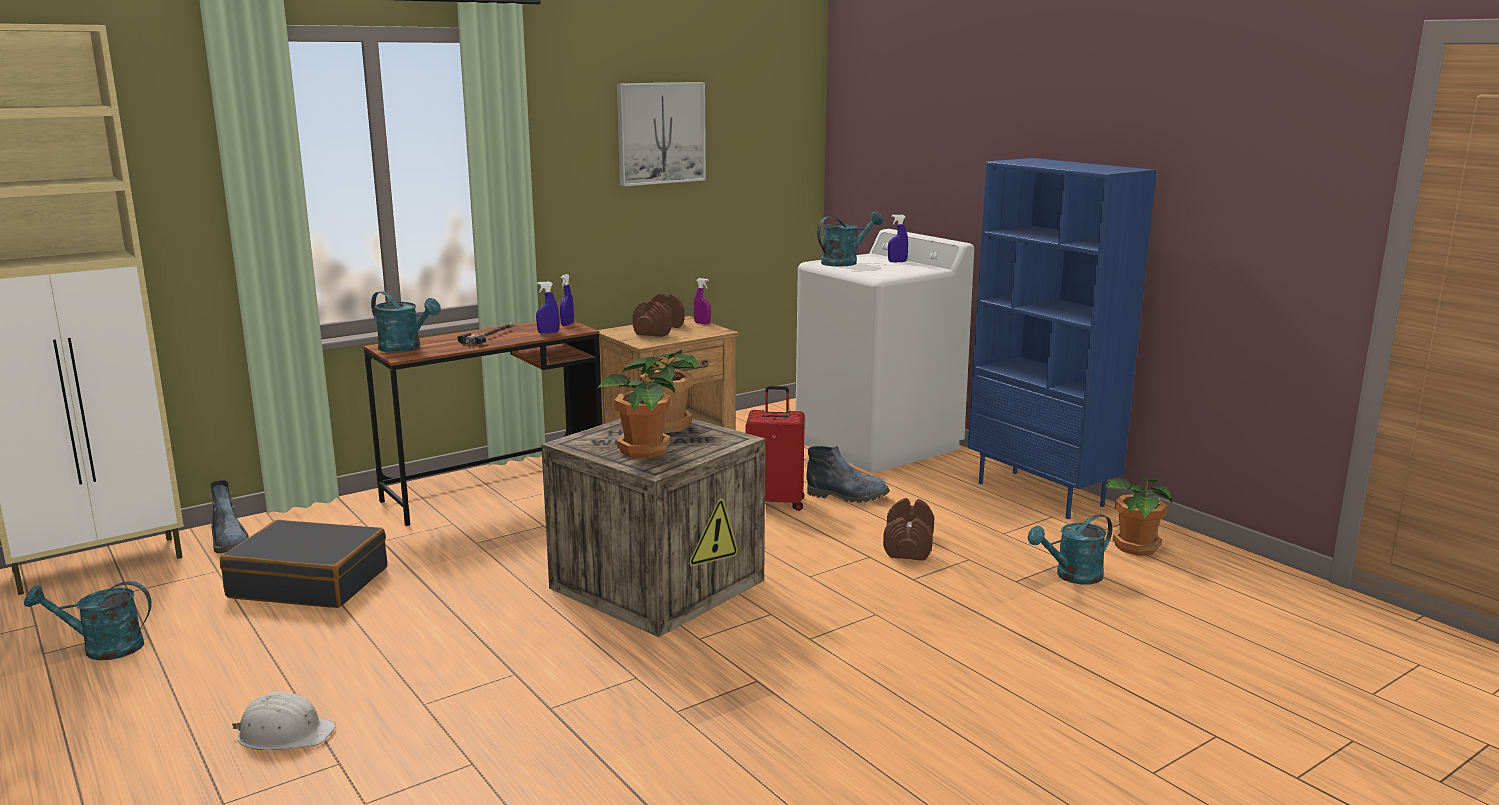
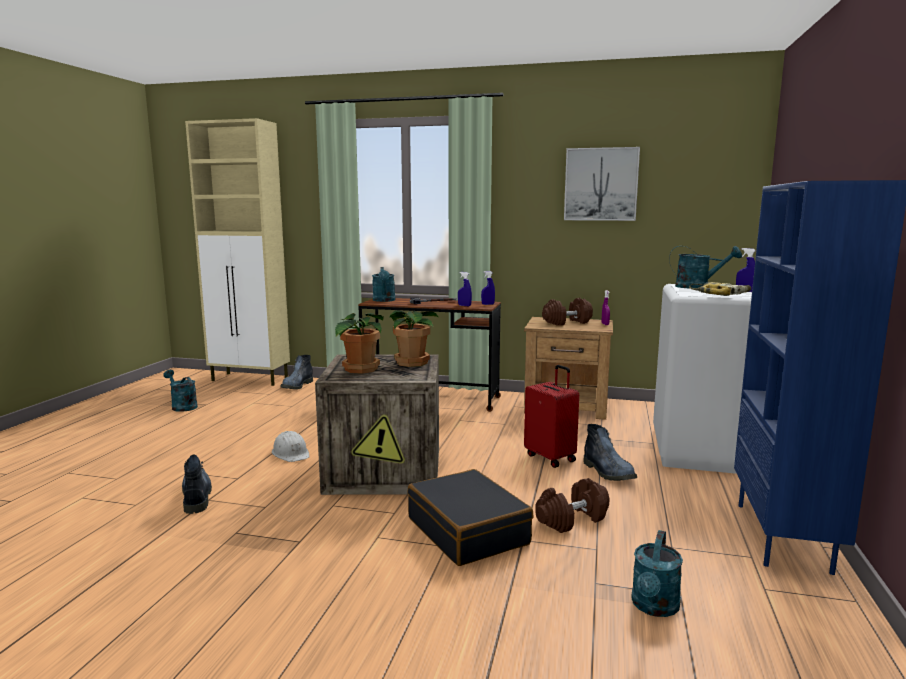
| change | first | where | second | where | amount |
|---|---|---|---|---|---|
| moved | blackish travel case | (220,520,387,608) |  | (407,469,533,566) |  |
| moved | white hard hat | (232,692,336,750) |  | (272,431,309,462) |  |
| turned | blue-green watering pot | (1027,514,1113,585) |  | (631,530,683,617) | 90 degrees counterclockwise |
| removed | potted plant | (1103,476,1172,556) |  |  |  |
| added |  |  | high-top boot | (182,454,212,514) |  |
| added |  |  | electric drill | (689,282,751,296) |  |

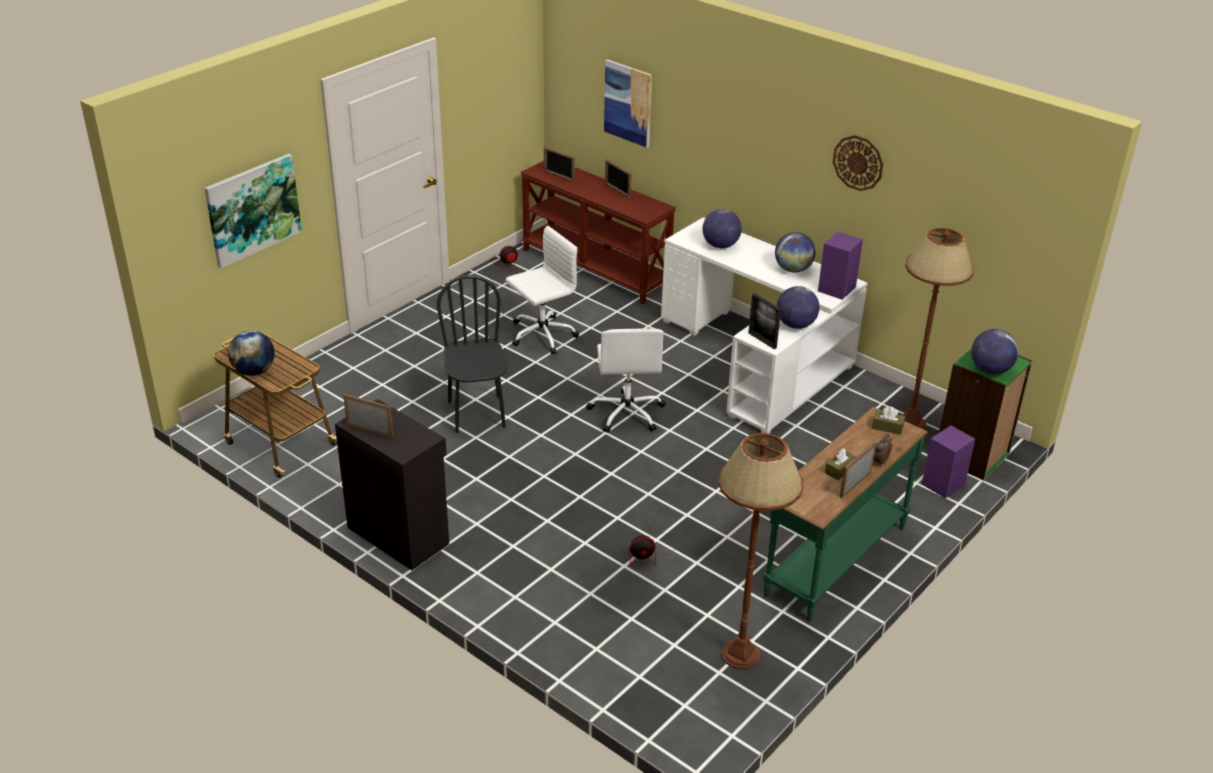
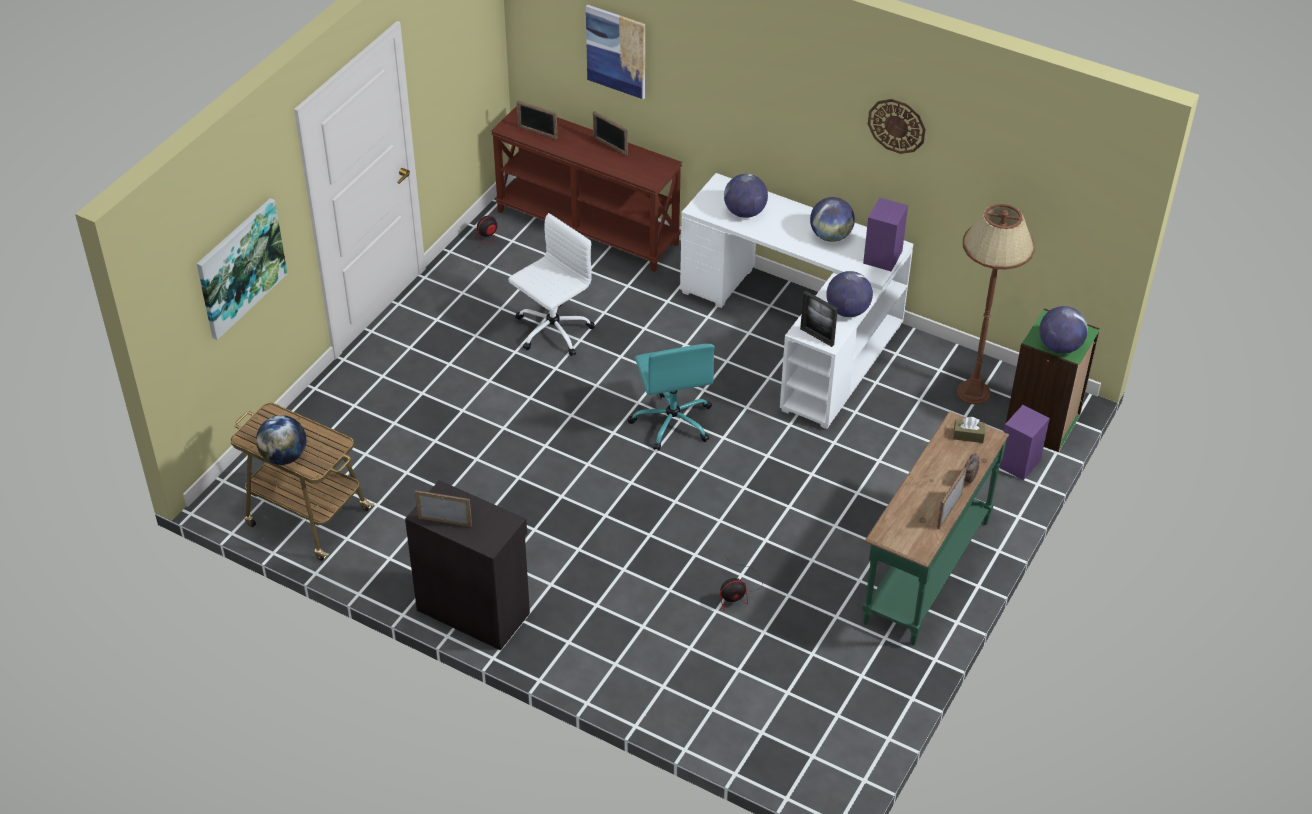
| change | first | where | second | where | amount |
|---|---|---|---|---|---|
| removed | blackish upright chair | (437,275,508,433) |  |  |  |
| recoloured | white desk chair | (587,328,665,433) | blue-green desk chair | (628,344,715,451) |  |
| removed | brown-coloured standard lamp | (718,433,804,669) |  |  |  |
| removed | brown-coloured tissue holder | (825,448,857,480) |  |  |  |

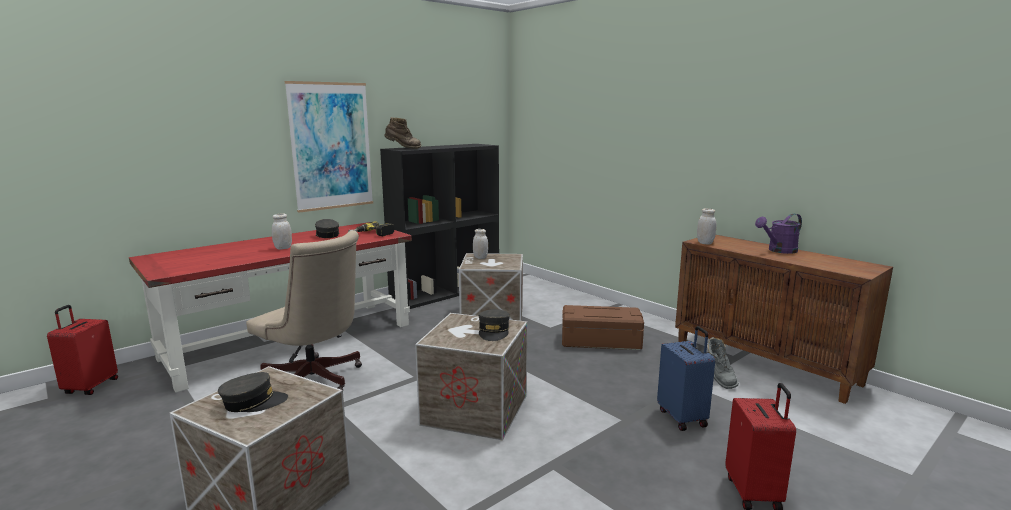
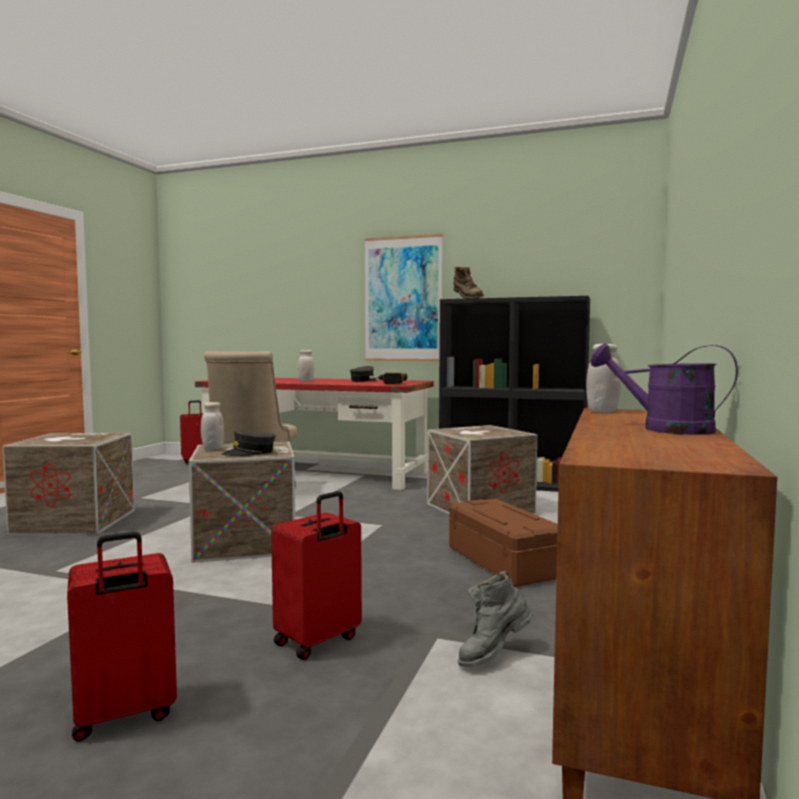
| change | first | where | second | where | amount |
|---|---|---|---|---|---|
| removed | grey cap | (218,372,288,412) |  |  |  |
| moved | white storage jar | (473,229,488,259) |  | (201,402,224,450) |  |
| recoloured | blue-coloured travel case | (657,326,715,431) | red-coloured travel case | (271,491,362,660) |  |

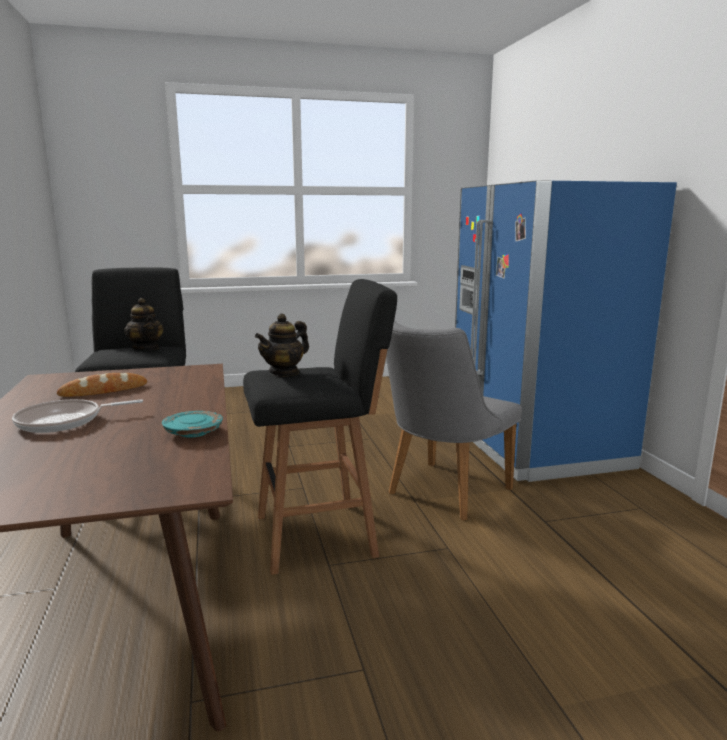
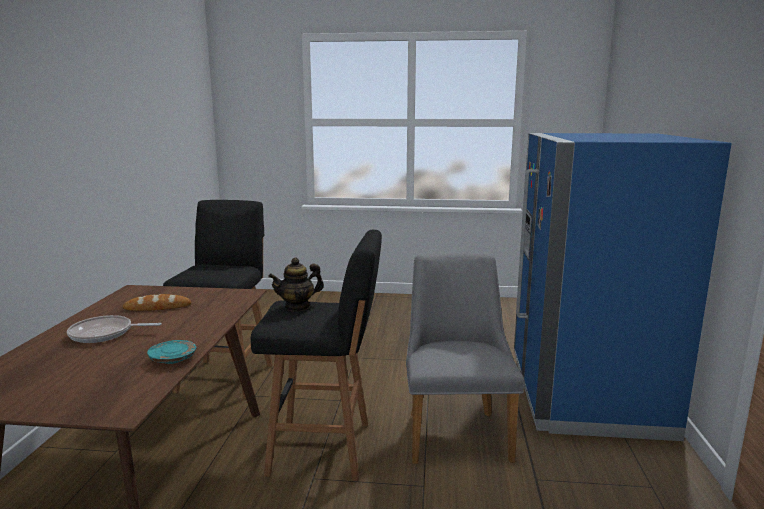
| change | first | where | second | where | amount |
|---|---|---|---|---|---|
| removed | pot for tea | (124,298,164,350) |  |  |  |
| turned | grey upright chair | (386,321,522,520) |  | (406,253,525,464) | 120 degrees clockwise |

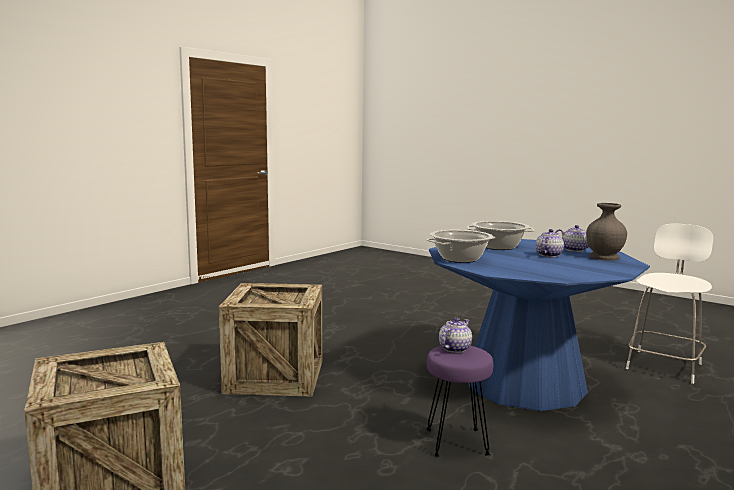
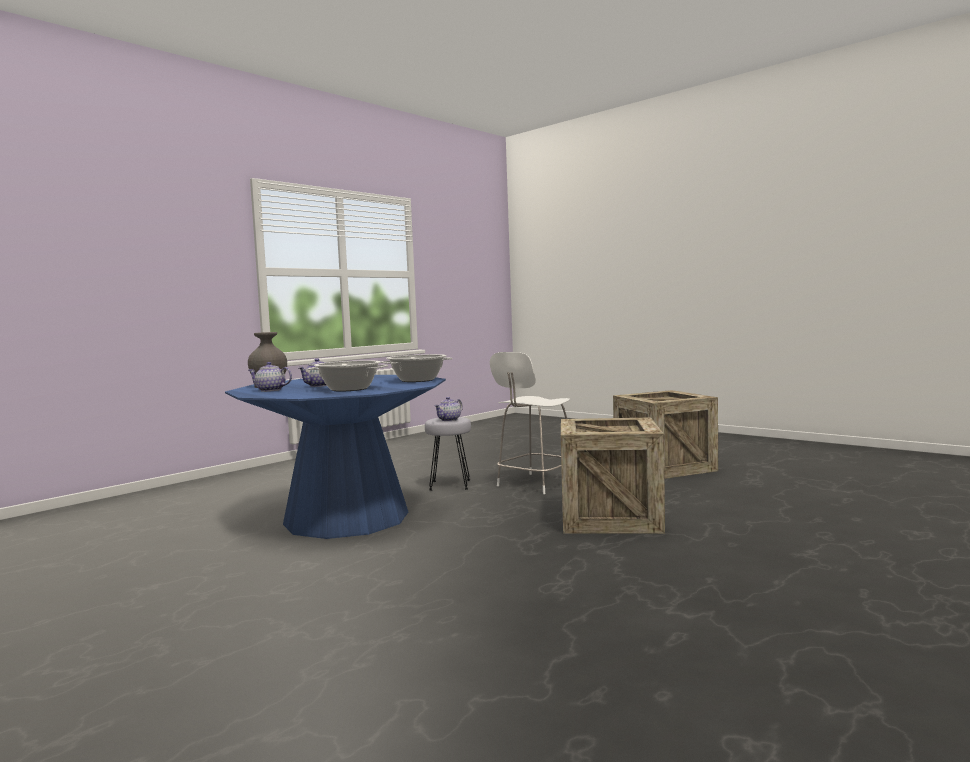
| change | first | where | second | where | amount |
|---|---|---|---|---|---|
| recoloured | purple-coloured stool seat | (426,346,493,457) | grey stool seat | (425,417,471,491) |  |
| moved | white upright chair | (626,224,713,384) |  | (490,352,570,494) |  |

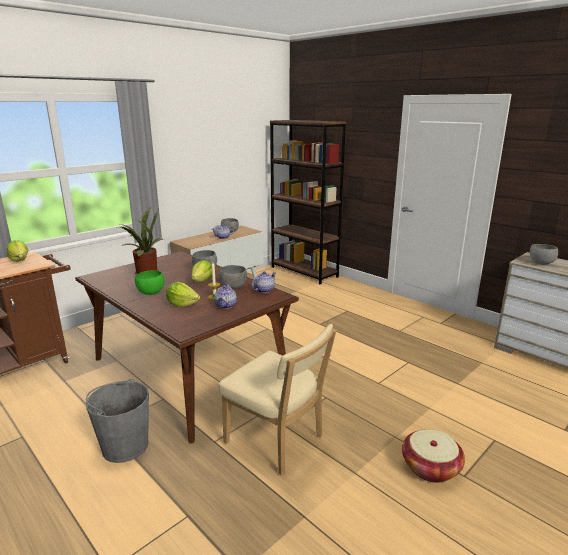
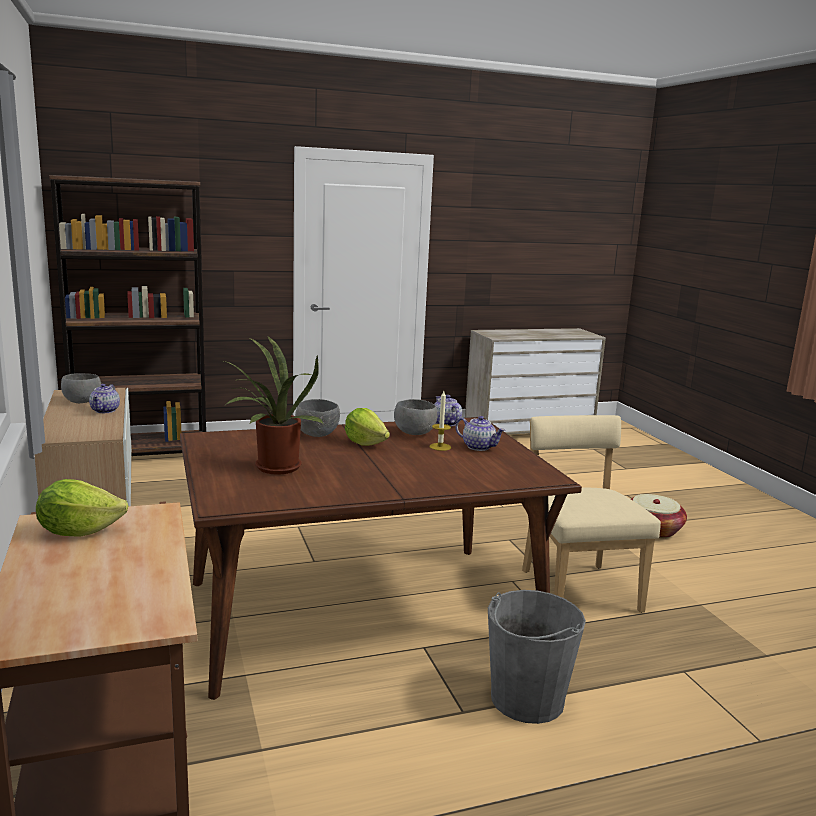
| change | first | where | second | where | amount |
|---|---|---|---|---|---|
| removed | greenish deep dish | (135,270,165,295) |  |  |  |
| removed | lettuce | (166,282,200,307) |  |  |  |
| turned | beige upright chair | (218,324,337,475) |  | (522,415,661,613) | 75 degrees counterclockwise |
| removed | grey deep dish | (530,244,558,265) |  |  |  |

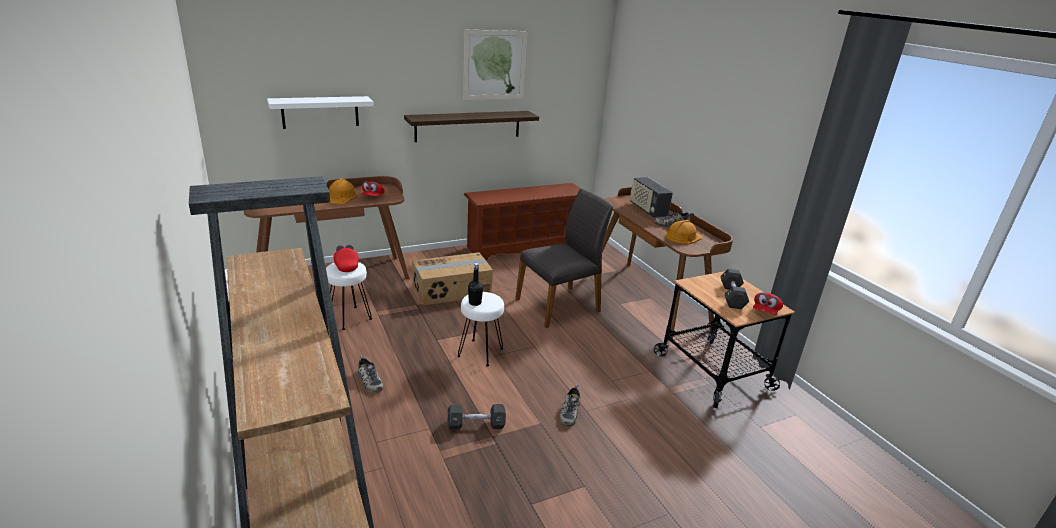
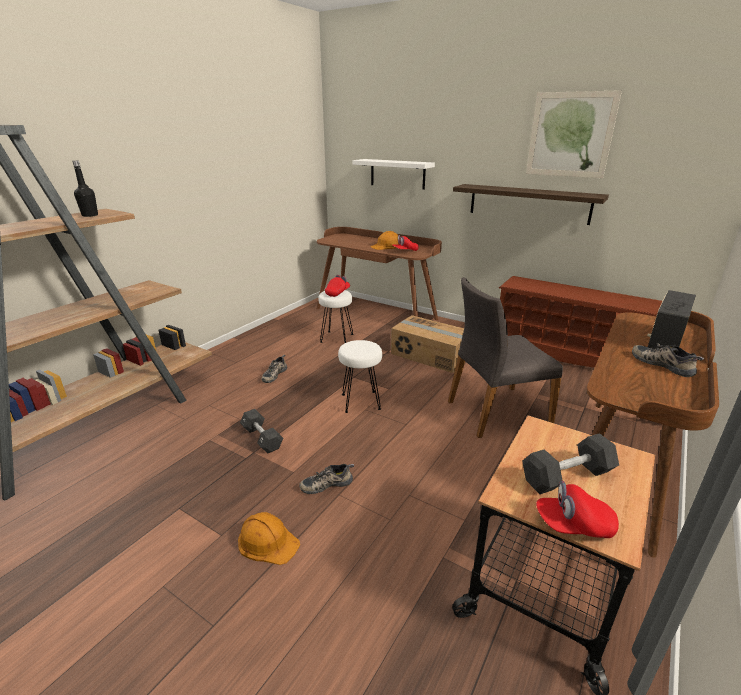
| change | first | where | second | where | amount |
|---|---|---|---|---|---|
| moved | blackish beverage bottle | (468,263,483,306) |  | (73,161,98,217) |  |
| turned | grey upright chair | (515,188,613,328) |  | (448,277,563,438) | 135 degrees clockwise |
| moved | orange-coloured hard hat | (665,220,703,244) |  | (238,512,300,565) |  |

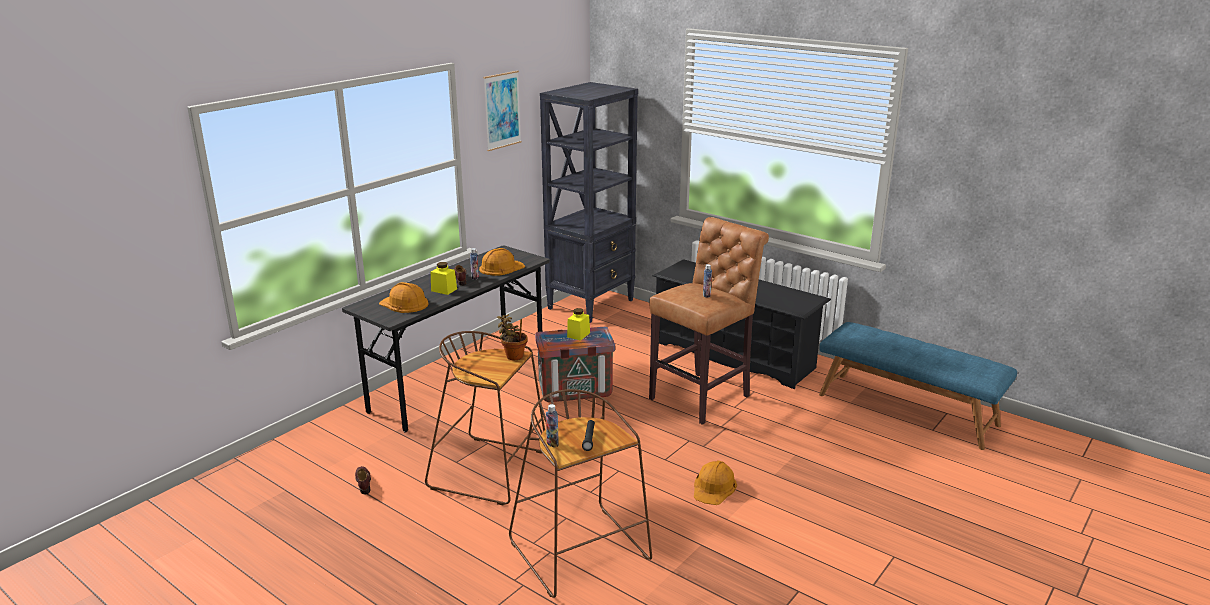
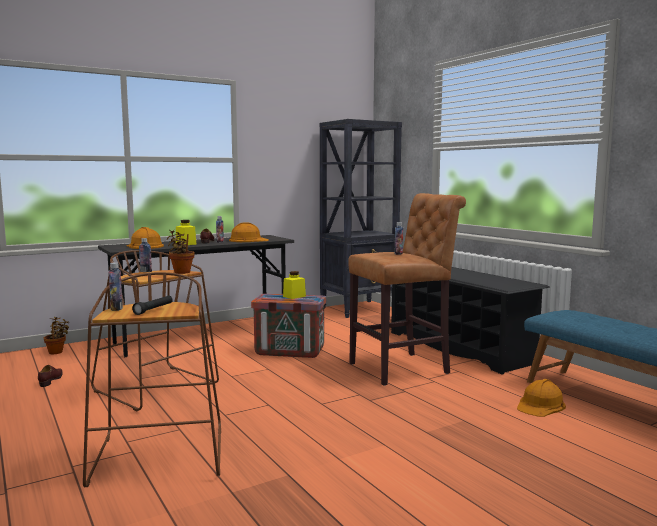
| change | first | where | second | where | amount |
|---|---|---|---|---|---|
| removed | picture | (483,71,521,151) |  |  |  |
| moved | orange-coloured hard hat | (694,460,737,505) |  | (517,379,566,417) |  |
| added |  |  | potted plant | (44,317,69,354) |  |
| added |  |  | beverage bottle | (139,238,152,272) |  |

